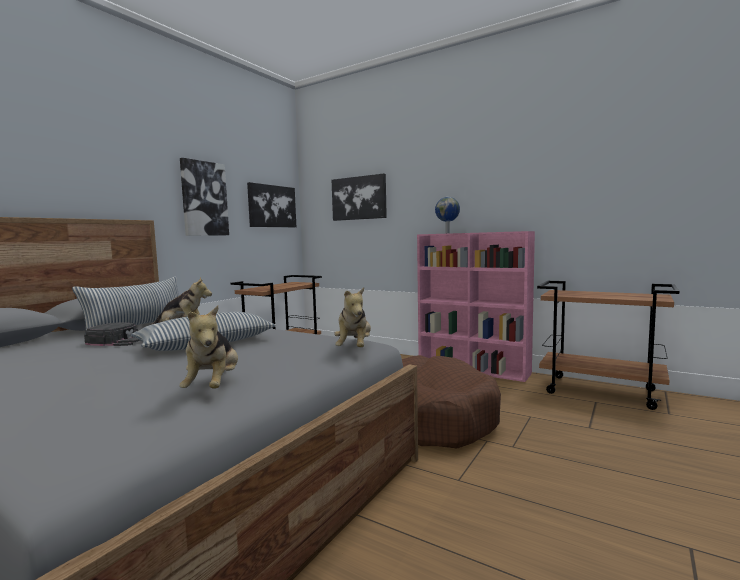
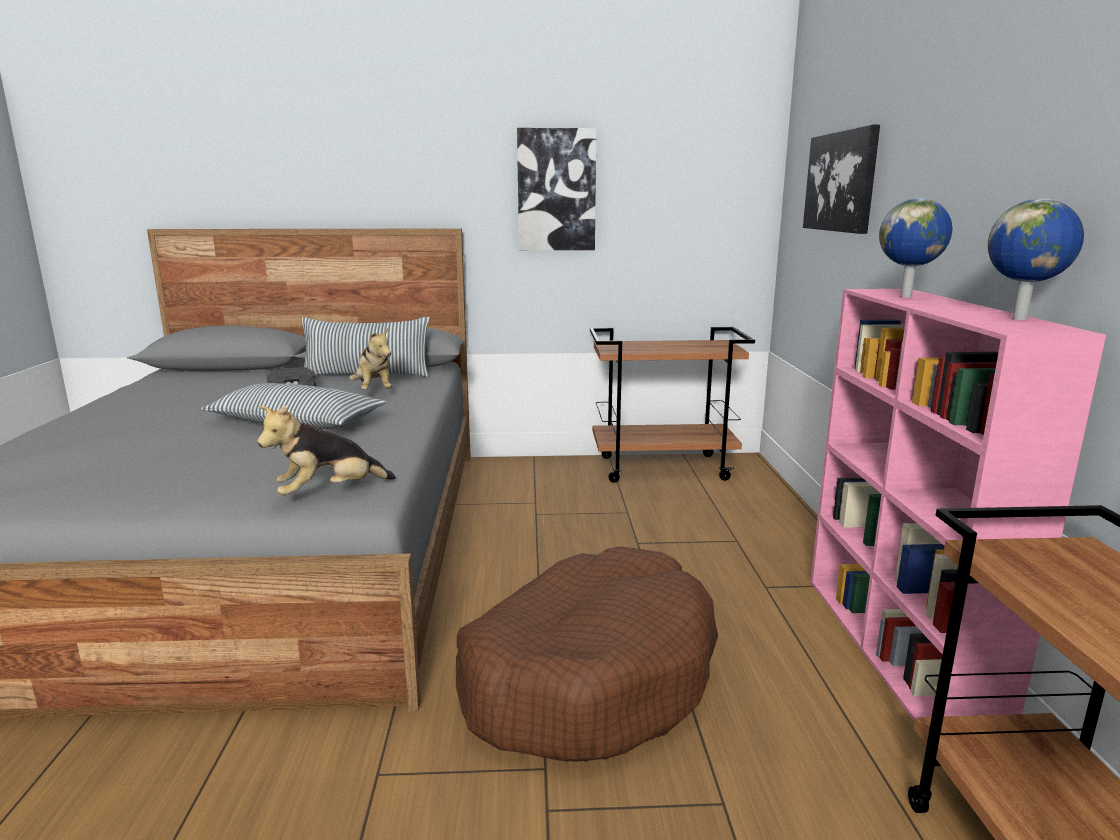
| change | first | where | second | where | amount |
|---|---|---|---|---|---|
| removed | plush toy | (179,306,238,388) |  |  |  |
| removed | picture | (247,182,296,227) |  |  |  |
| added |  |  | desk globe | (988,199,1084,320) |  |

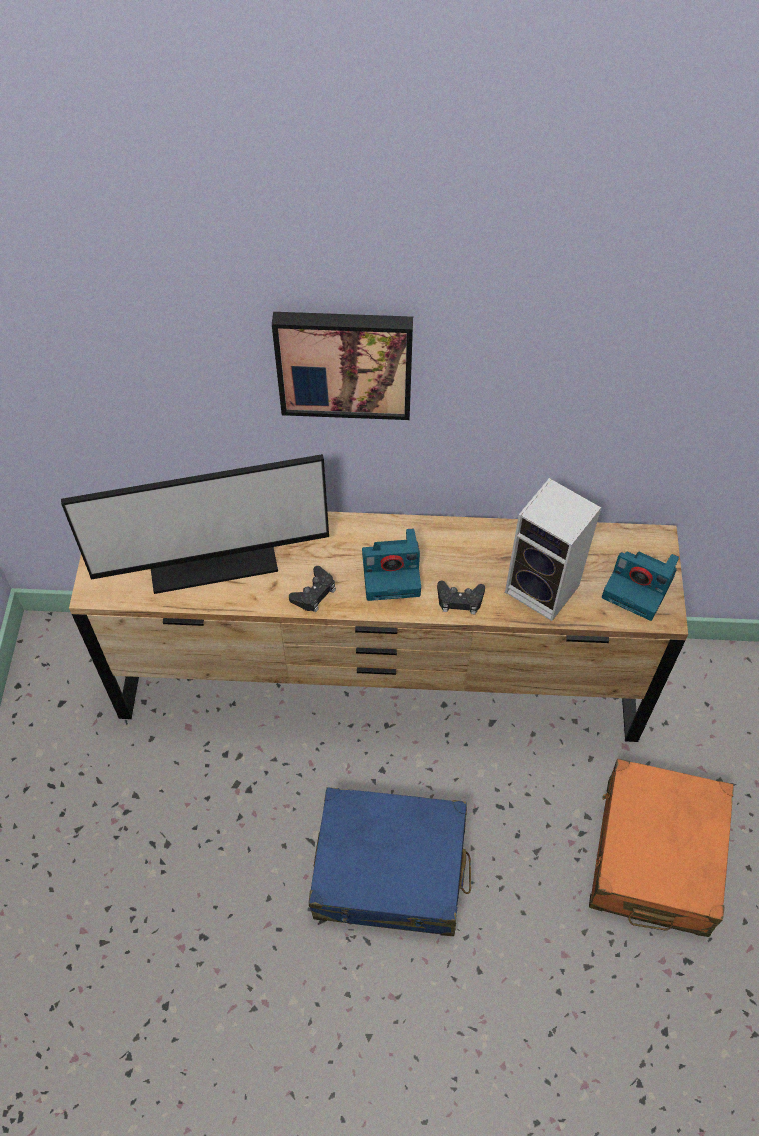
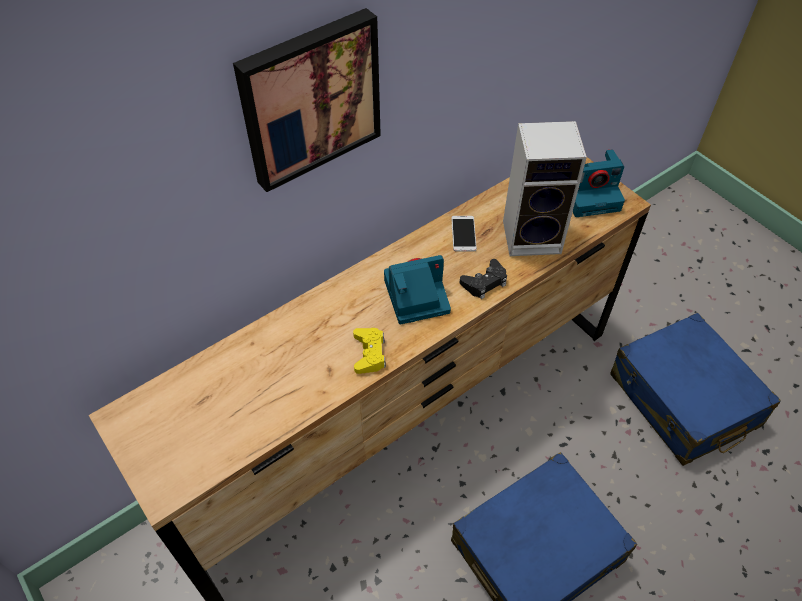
| change | first | where | second | where | amount |
|---|---|---|---|---|---|
| removed | monitor | (61,454,329,594) |  |  |  |
| recoloured | blackish gamepad | (289,566,336,612) | yellow-coloured gamepad | (353,328,386,374) |  |
| turned | photo camera | (362,529,421,601) |  | (384,255,451,324) | 150 degrees counterclockwise |
| recoloured | orange-coloured travel case | (589,759,734,937) | blue-coloured travel case | (610,313,781,466) |  |
| added |  |  | phone | (451,216,477,251) |  |

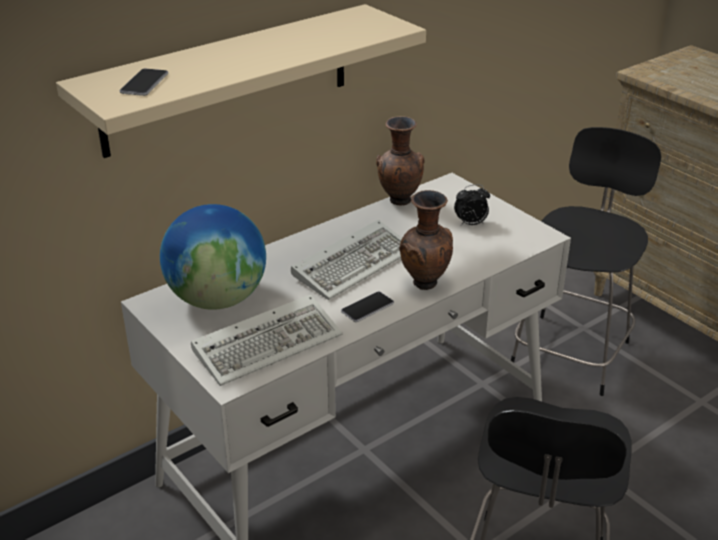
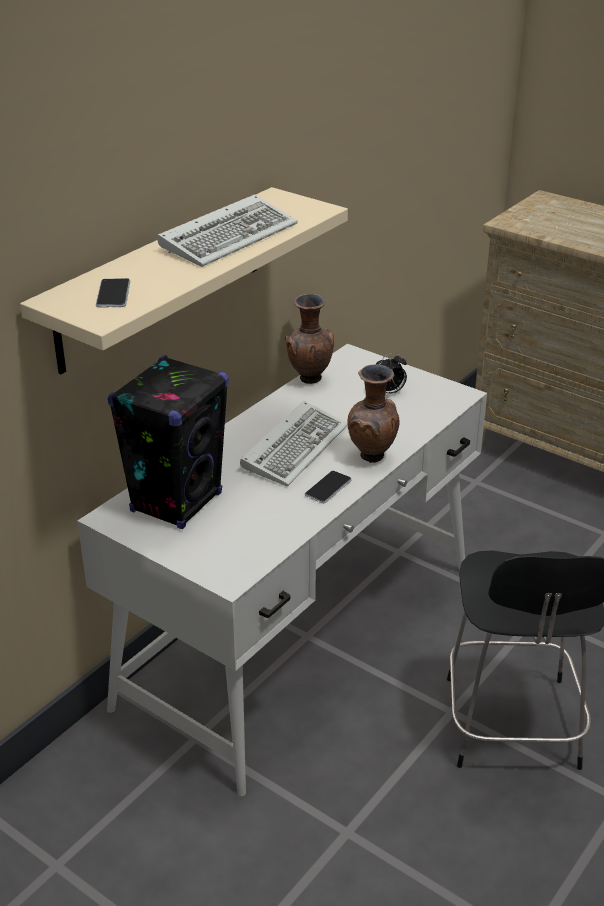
| change | first | where | second | where | amount |
|---|---|---|---|---|---|
| replaced | desk globe | (160,204,266,310) | blackish audio speaker | (108,355,229,529) |  |
| moved | computer keyboard | (191,294,342,386) |  | (158,194,298,267) |  |
| removed | blackish upright chair | (511,127,661,396) |  |  |  |

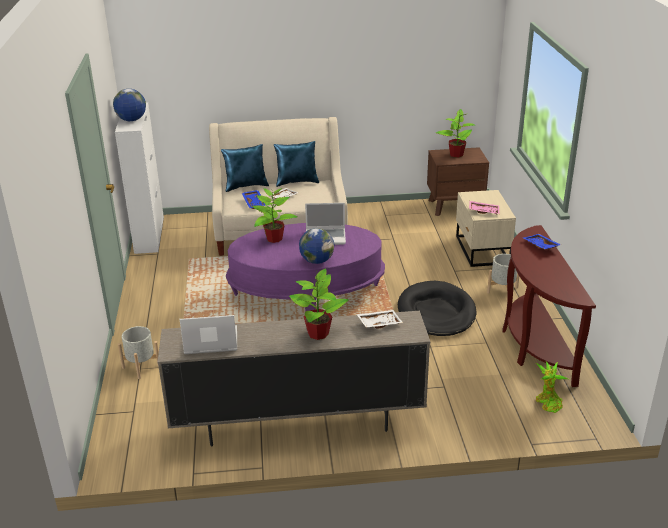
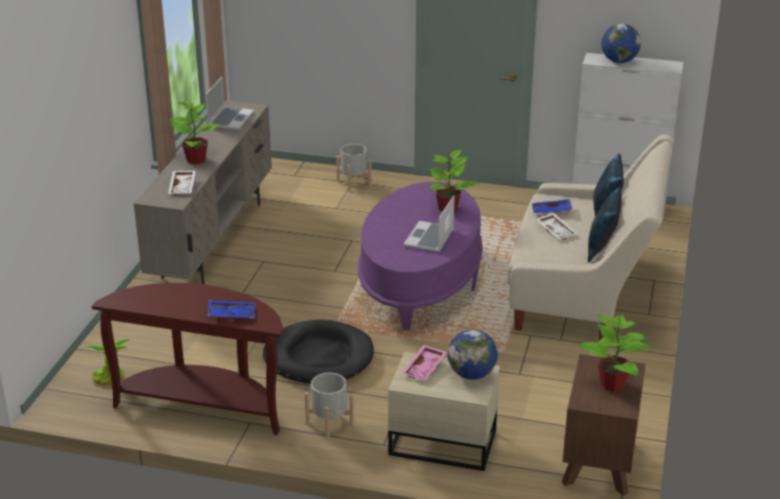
| change | first | where | second | where | amount |
|---|---|---|---|---|---|
| moved | desk globe | (299,228,334,264) |  | (448,329,498,380) |  |

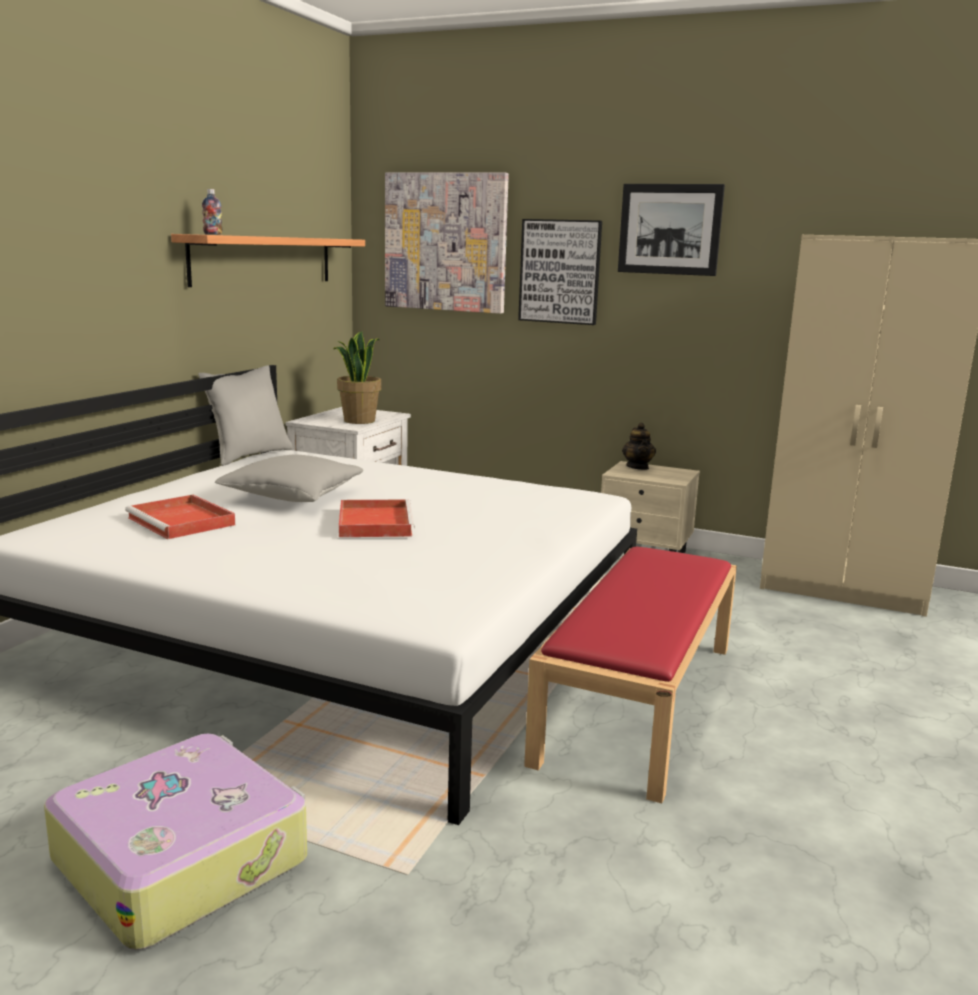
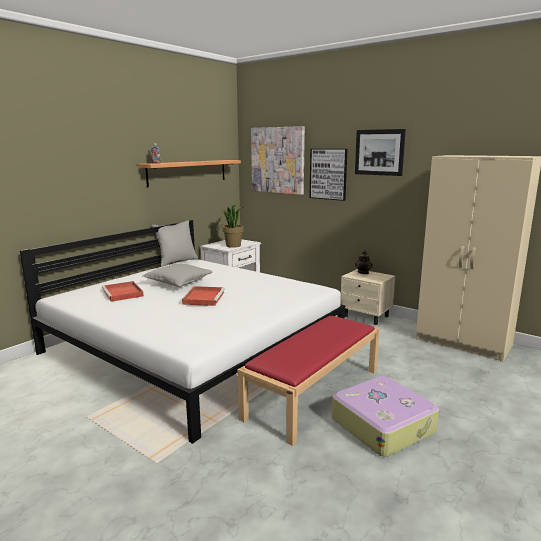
| change | first | where | second | where | amount |
|---|---|---|---|---|---|
| moved | travel case | (44,734,307,950) |  | (332,376,439,457) |  |

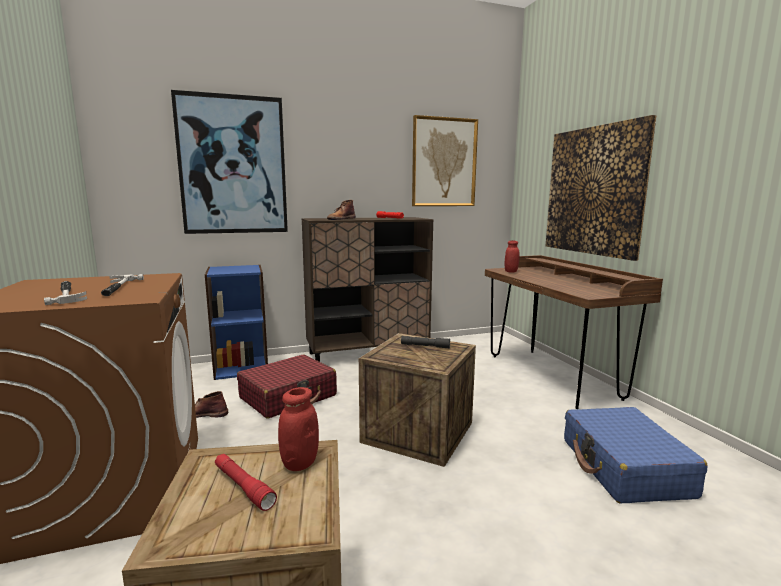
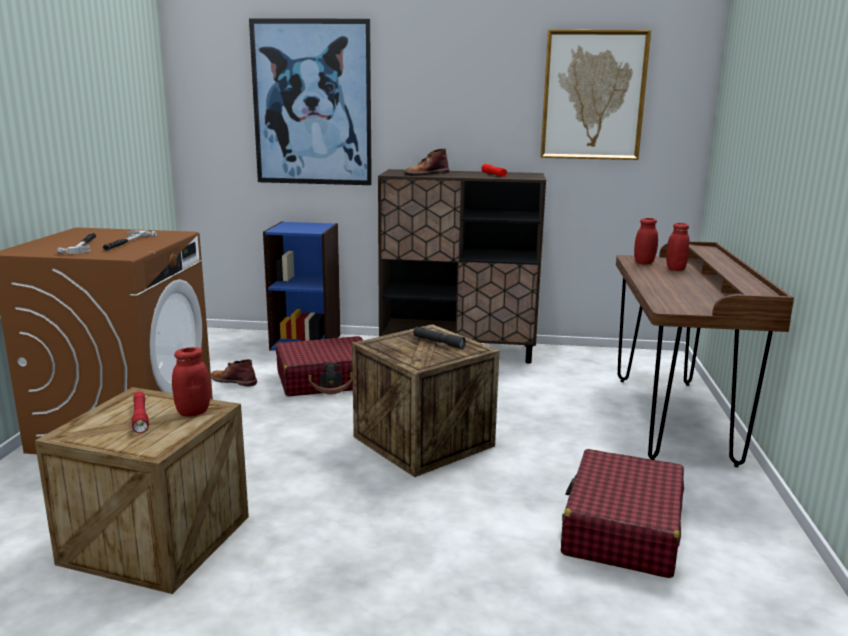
| change | first | where | second | where | amount |
|---|---|---|---|---|---|
| removed | picture | (546,115,656,261) |  |  |  |
| recoloured | blue-coloured travel case | (564,407,708,503) | red-coloured travel case | (561,449,684,578) |  |
| added |  |  | red-coloured storage jar | (666,223,690,271) |  |

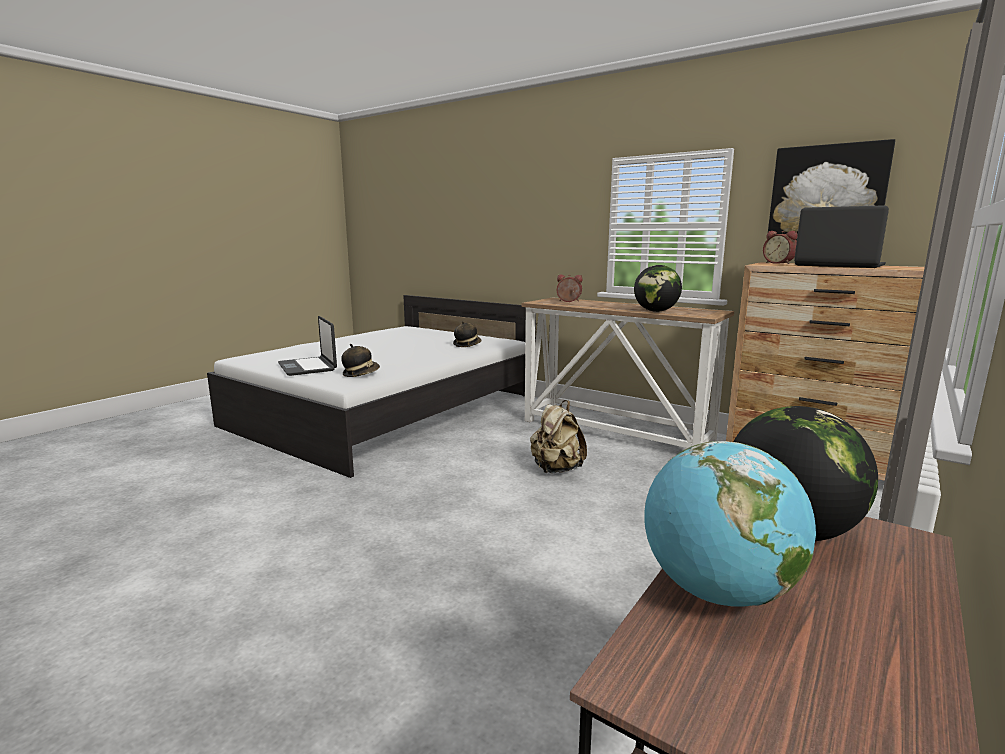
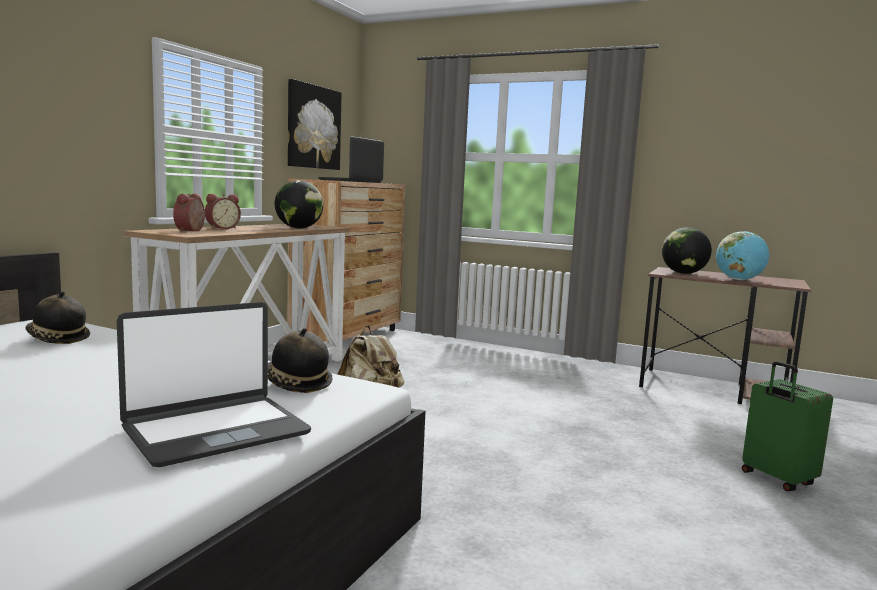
| change | first | where | second | where | amount |
|---|---|---|---|---|---|
| moved | alarm clock | (763,231,798,264) |  | (205,194,241,229) |  |
| added |  |  | greenish travel case | (742,361,833,491) |  |

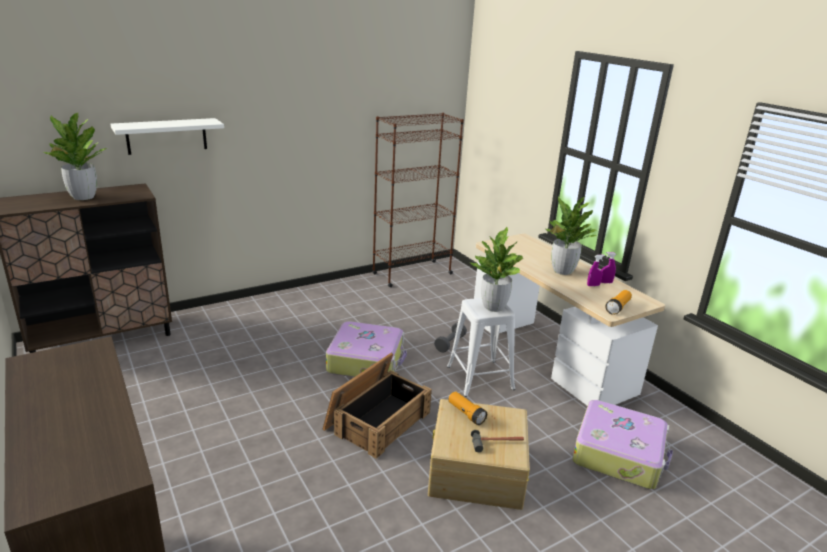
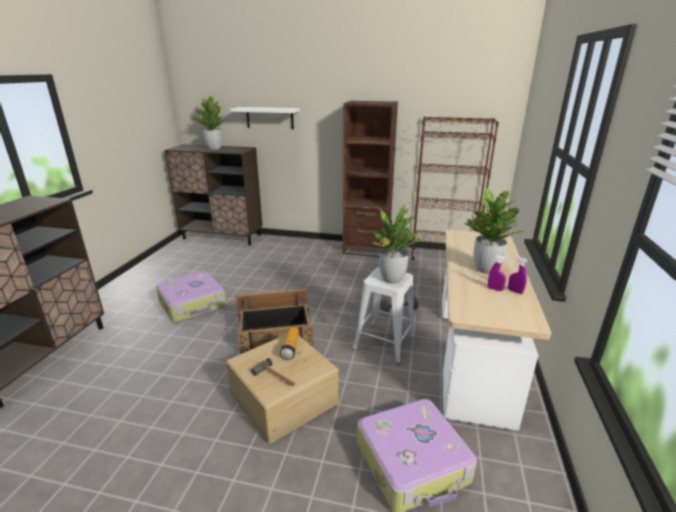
| change | first | where | second | where | amount |
|---|---|---|---|---|---|
| moved | travel case | (326,321,407,377) |  | (156,271,226,322) |  |
| removed | flashlight | (605,290,632,315) |  |  |  |
| added |  |  | brown-coloured bookshelf | (343,101,398,257) |  |

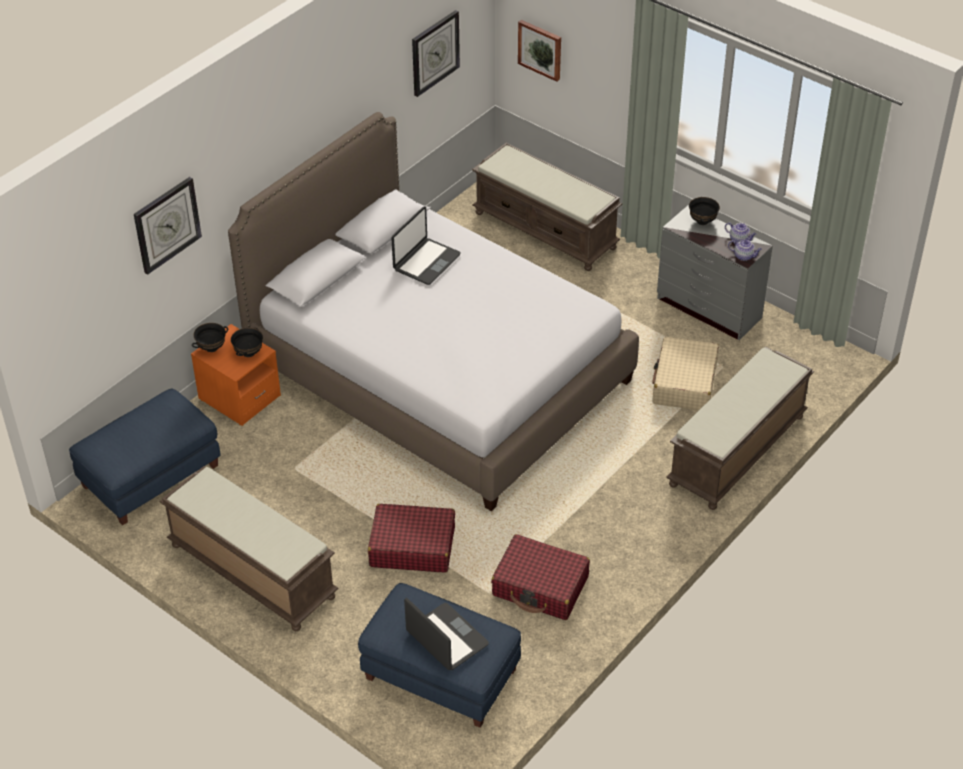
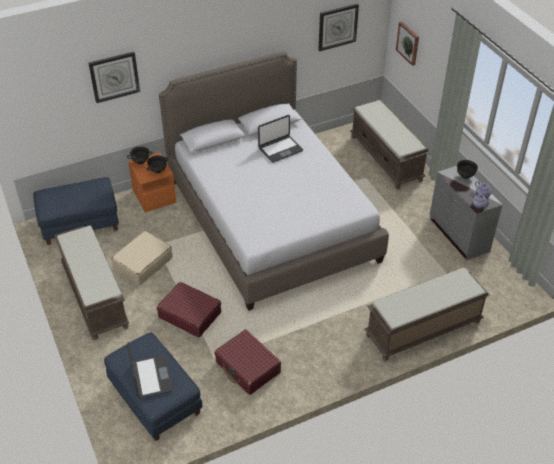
| change | first | where | second | where | amount |
|---|---|---|---|---|---|
| moved | beige travel case | (652,337,719,411) |  | (112,231,172,285) |  |

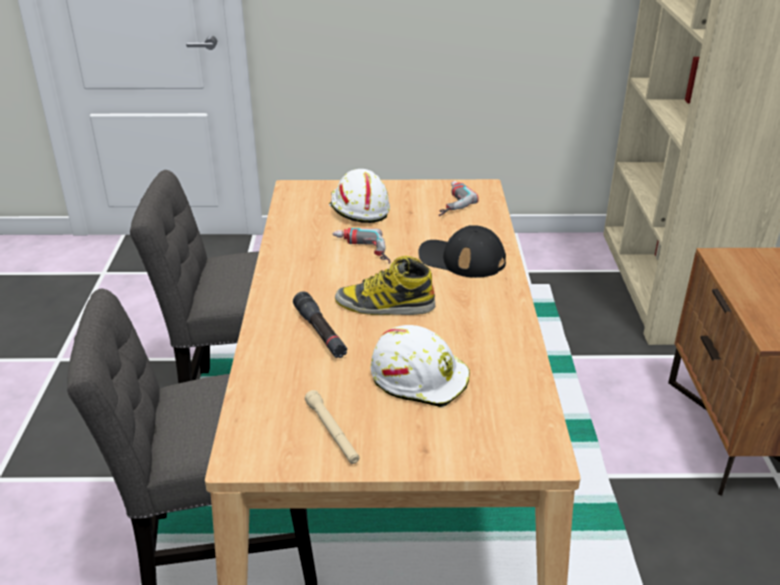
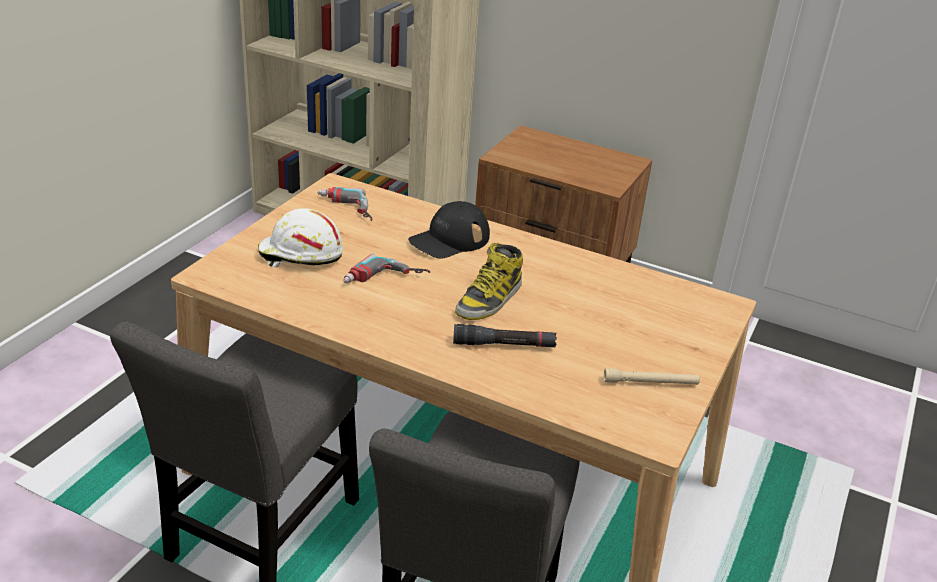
| change | first | where | second | where | amount |
|---|---|---|---|---|---|
| removed | white hard hat | (371,325,470,407) |  |  |  |

